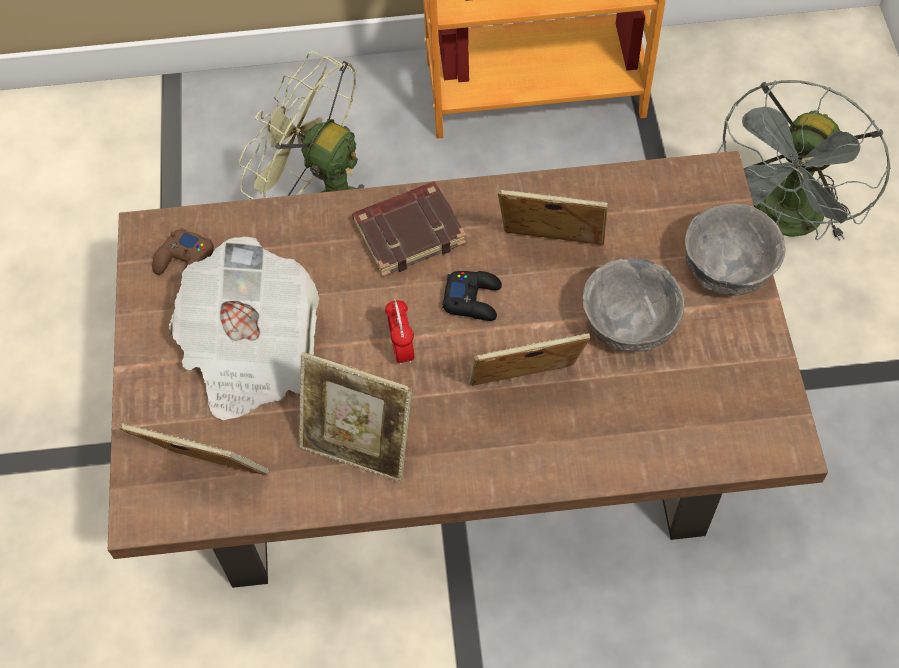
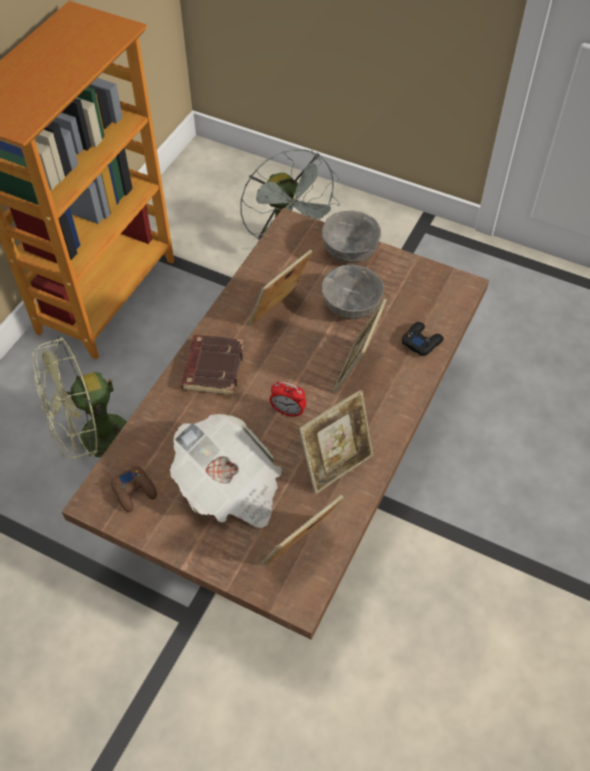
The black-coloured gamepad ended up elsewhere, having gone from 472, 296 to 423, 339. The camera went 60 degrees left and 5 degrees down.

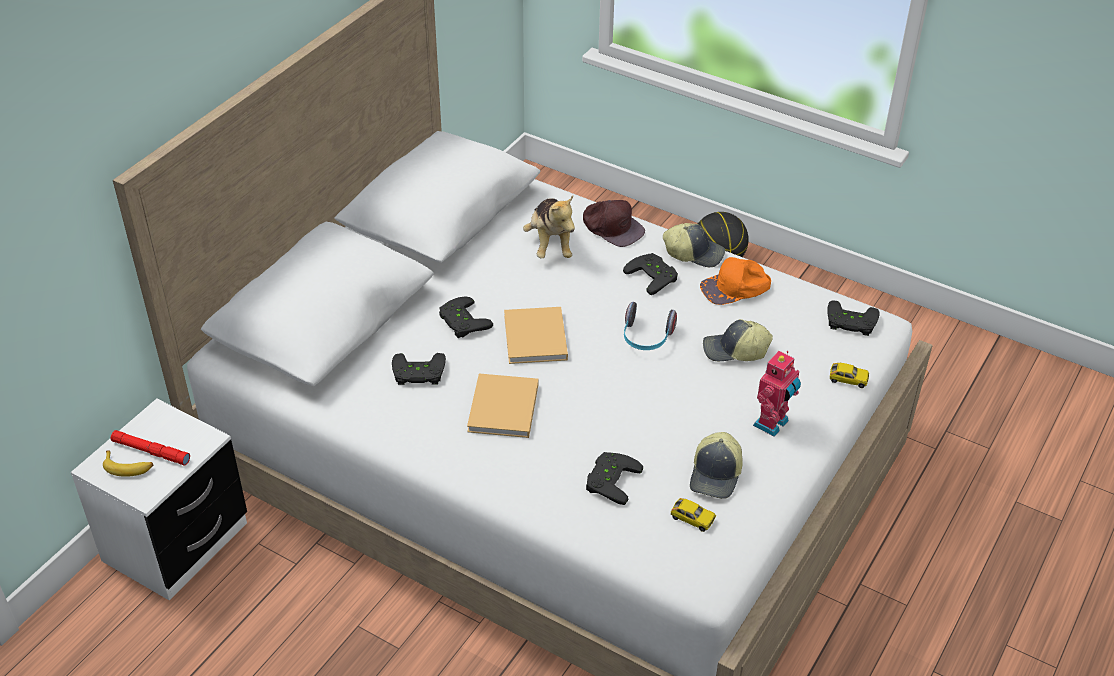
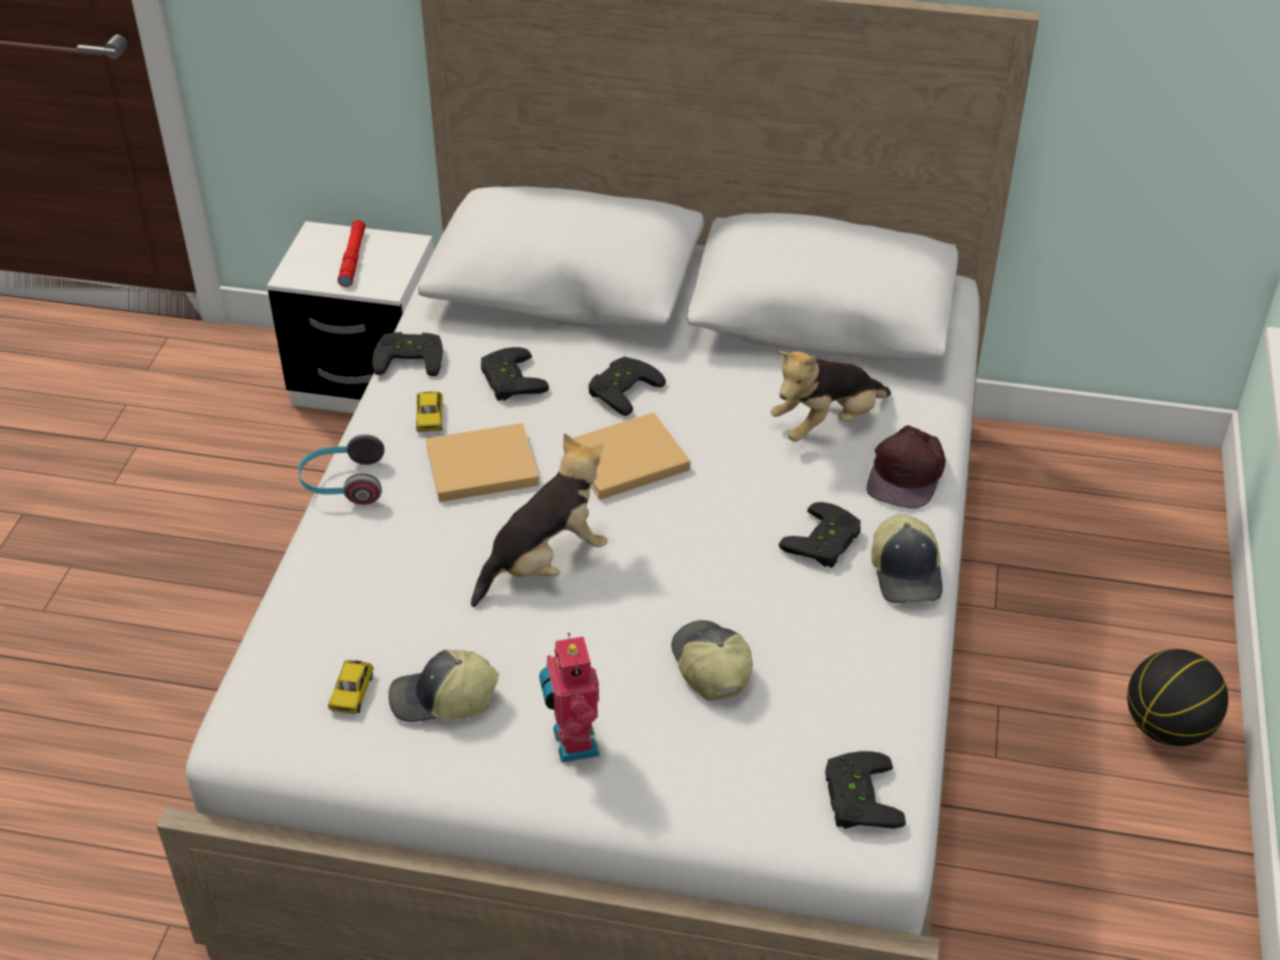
The second view lost the orangey cap at 735, 281. The headset ended up elsewhere, having gone from 650, 326 to 341, 469. The model robot at 777, 394 ended up facing another way, 60 degrees clockwise from before. The model car ended up elsewhere, having gone from 849, 375 to 429, 411. The second view lost the banana at 128, 463. The black-coloured gamepad ended up elsewhere, having gone from 614, 478 to 407, 354. The second view gained the plush toy at 539, 520. The camera went 70 degrees right and 0 degrees up.

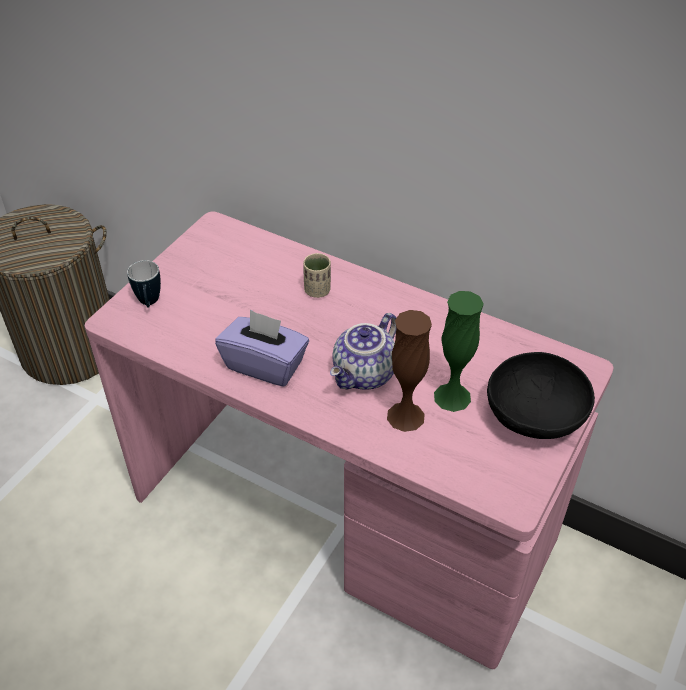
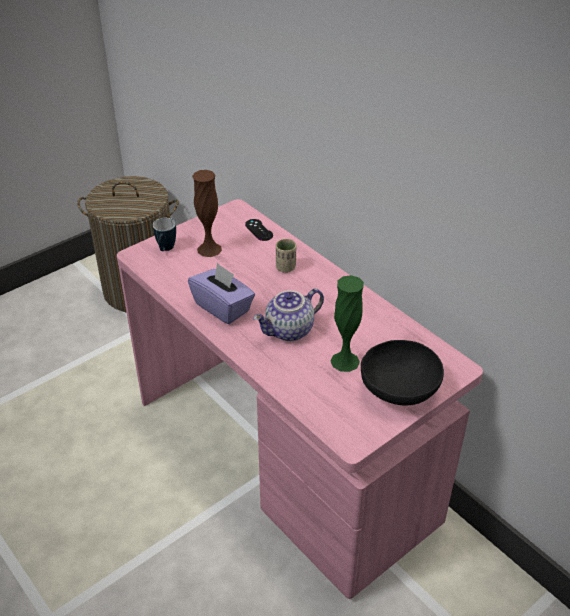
The brown-coloured vase ended up elsewhere, having gone from 409, 371 to 207, 213. The second view gained the black-coloured gamepad at 259, 230. The camera went 20 degrees right and 5 degrees down.

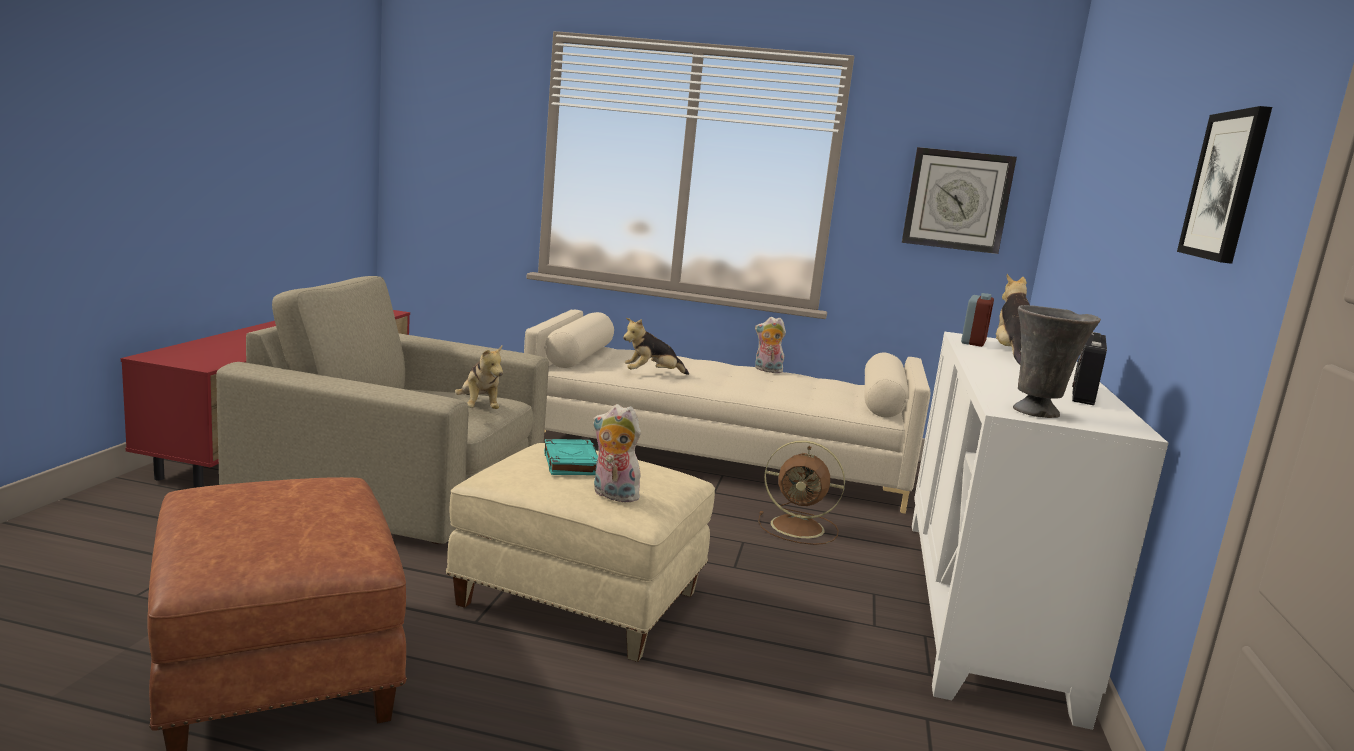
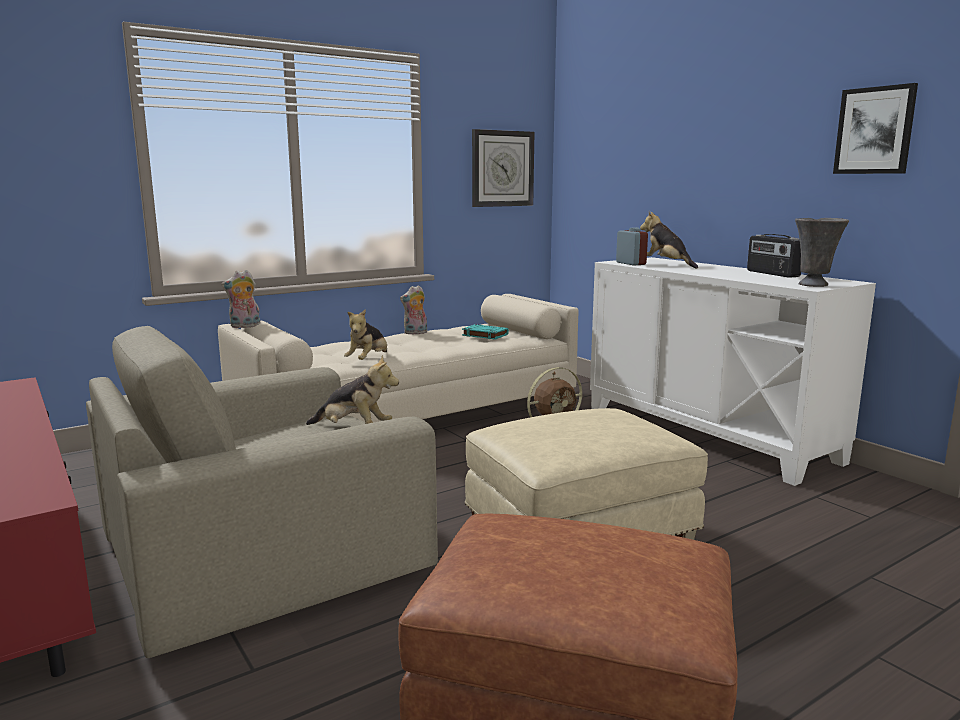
The plush toy ended up elsewhere, having gone from 617, 453 to 241, 299. The turquoise-coloured bound book ended up elsewhere, having gone from 571, 457 to 485, 332. The camera went 45 degrees left and 0 degrees up.

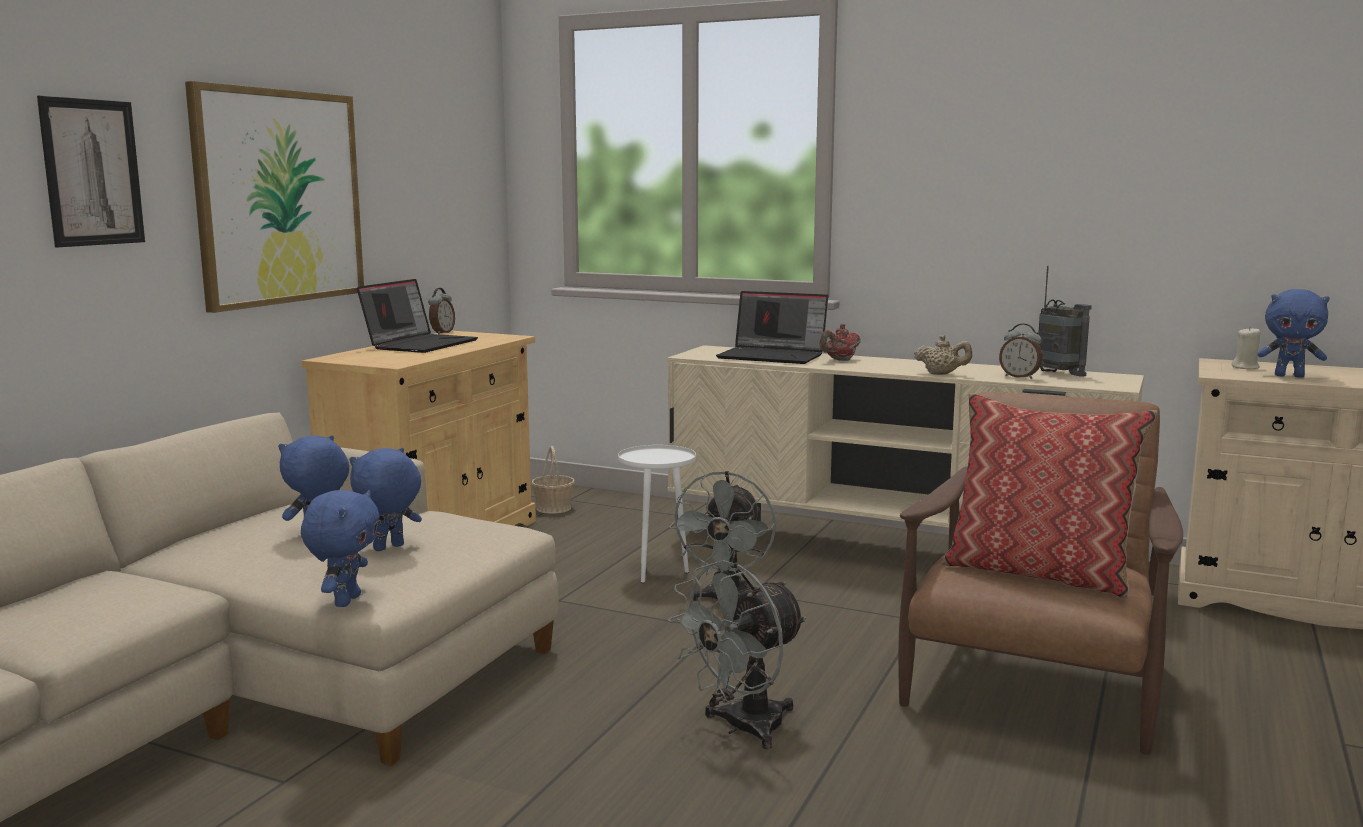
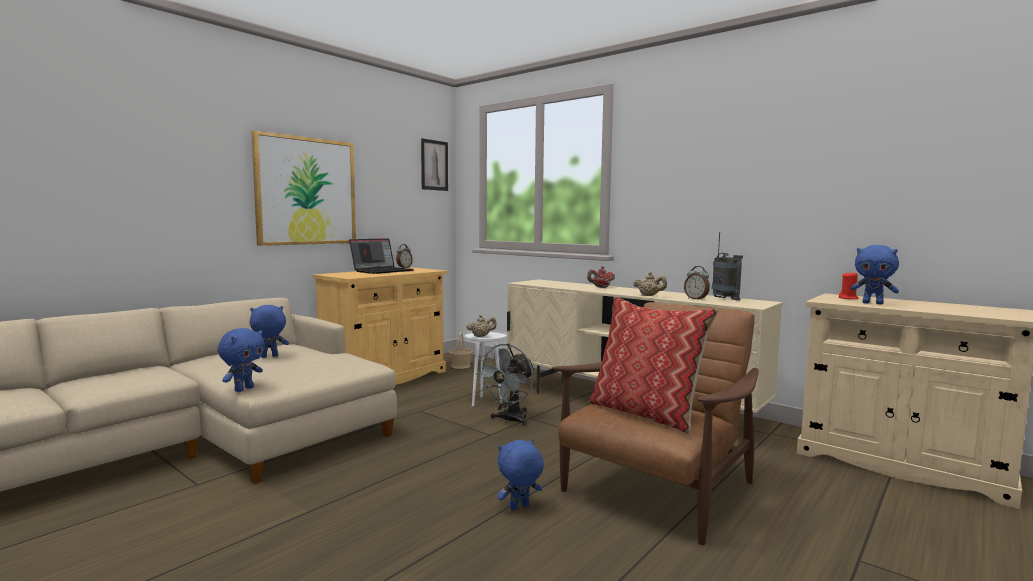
The picture ended up elsewhere, having gone from 91, 171 to 434, 164. The second view lost the portable computer at 772, 327. What was the beige-coloured wax candle at 1246, 348 turned into the red wax candle at 848, 285. The bluish plush toy ended up elsewhere, having gone from 386, 499 to 520, 474. The second view lost the grey cooling fan at 737, 654. The second view gained the beige-coloured teapot at 481, 326. The camera went 15 degrees right and 5 degrees down.

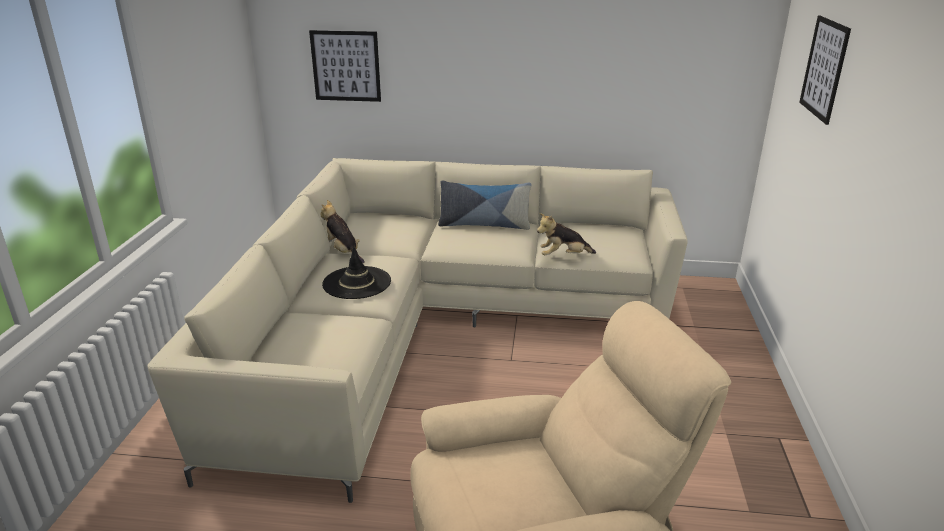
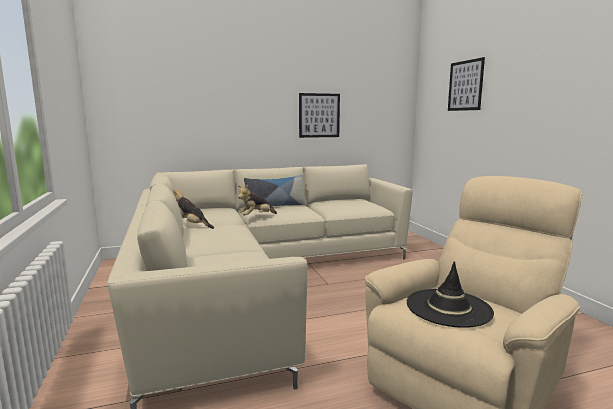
The picture ended up elsewhere, having gone from 345, 66 to 319, 115. The plush toy ended up elsewhere, having gone from 566, 234 to 257, 200. The black-coloured hat ended up elsewhere, having gone from 356, 273 to 450, 294. The camera went 25 degrees left and 15 degrees down.

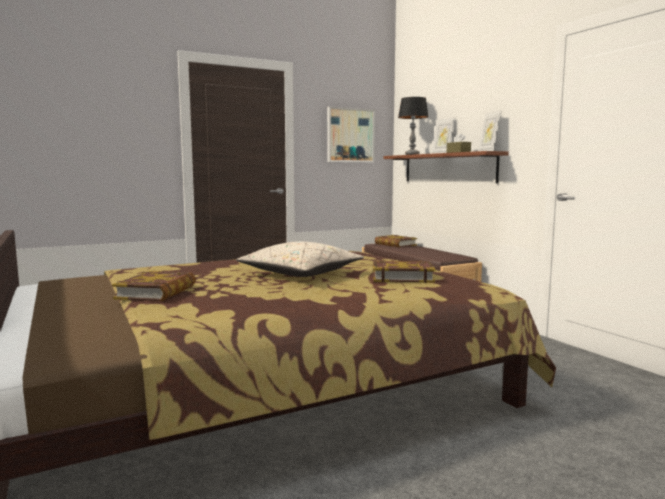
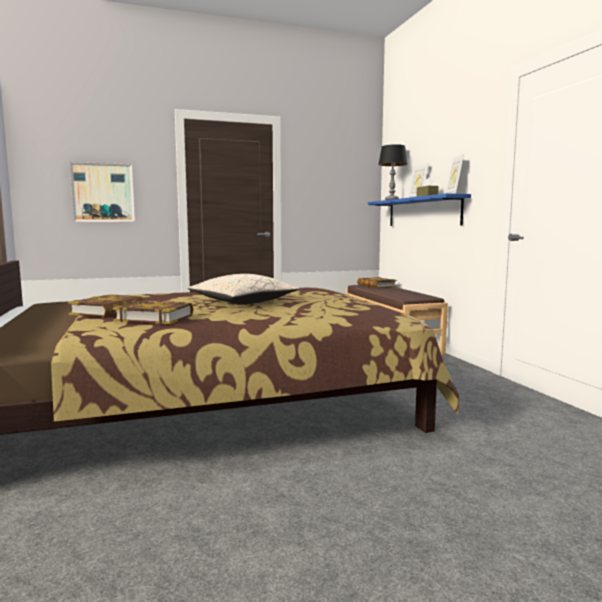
The picture ended up elsewhere, having gone from 351, 134 to 102, 192. What was the brown-coloured bracket shelf at 446, 167 turned into the bluish bracket shelf at 419, 209. The bound book ended up elsewhere, having gone from 404, 271 to 152, 312. The camera went 10 degrees right and 0 degrees up.

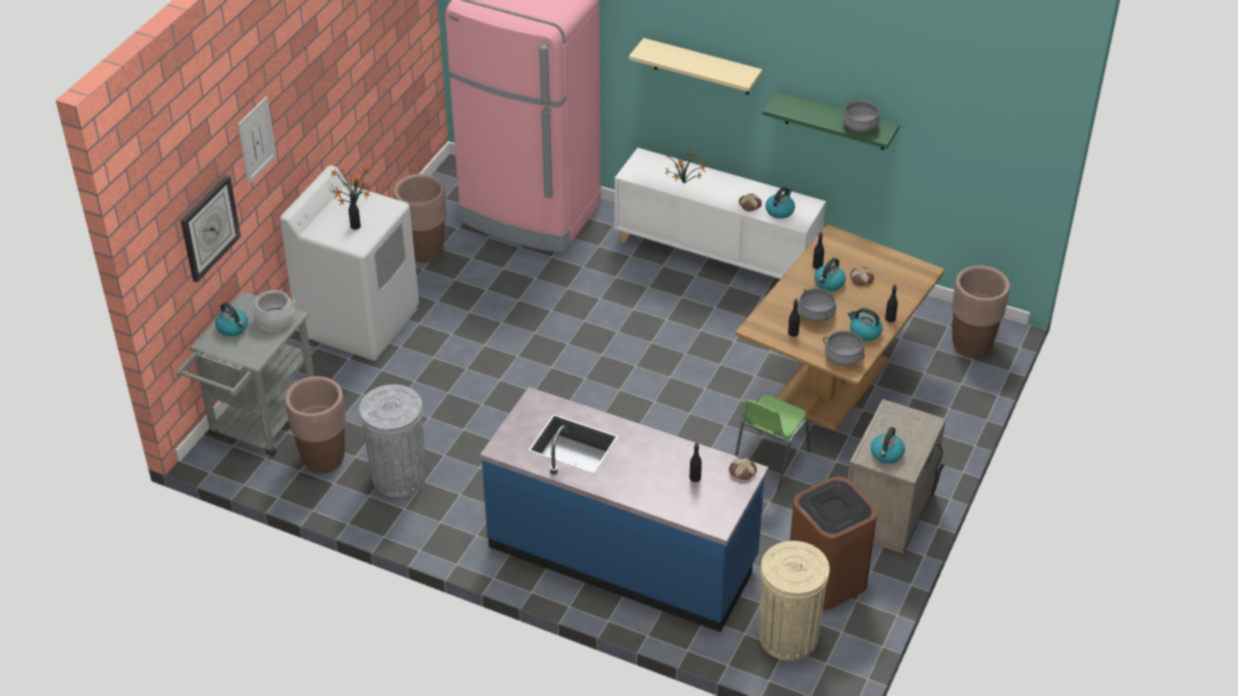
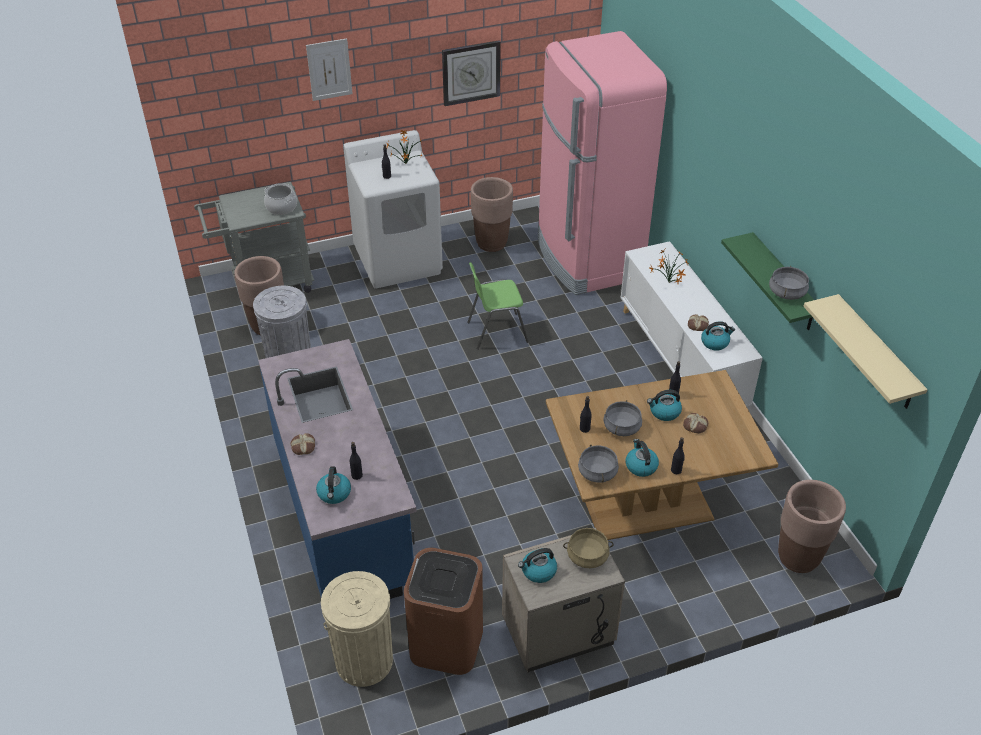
The beige-coloured bracket shelf ended up elsewhere, having gone from 695, 66 to 865, 351. The wall clock ended up elsewhere, having gone from 211, 228 to 471, 73. The kettle ended up elsewhere, having gone from 231, 319 to 333, 485. The green-coloured plain chair ended up elsewhere, having gone from 773, 443 to 498, 306. The bread ended up elsewhere, having gone from 743, 468 to 302, 444. The second view gained the beige-coloured cooking pot at 588, 548. The camera went 45 degrees right and 0 degrees up.

